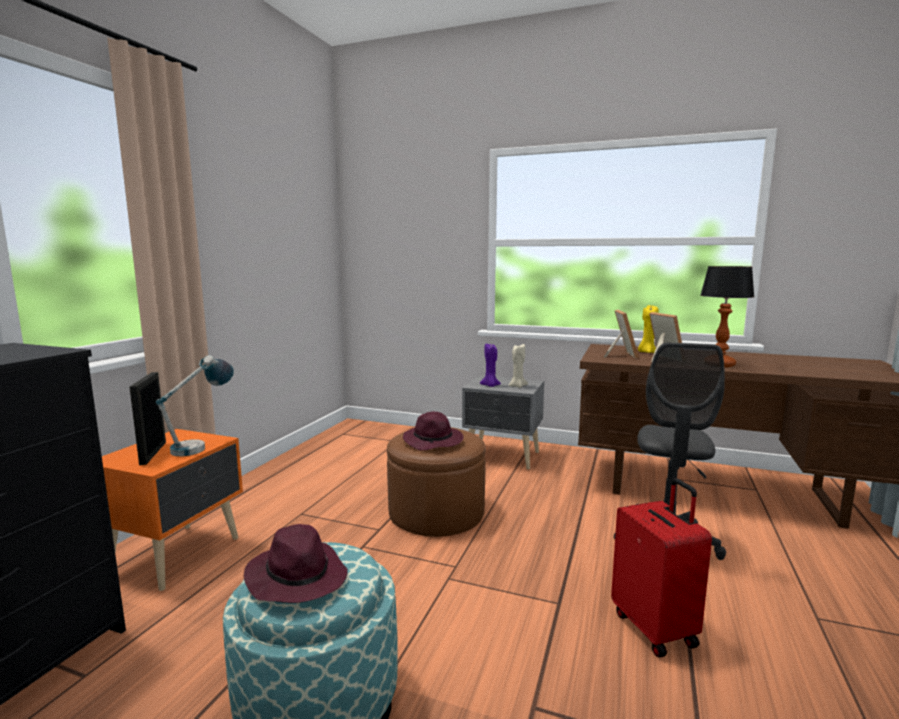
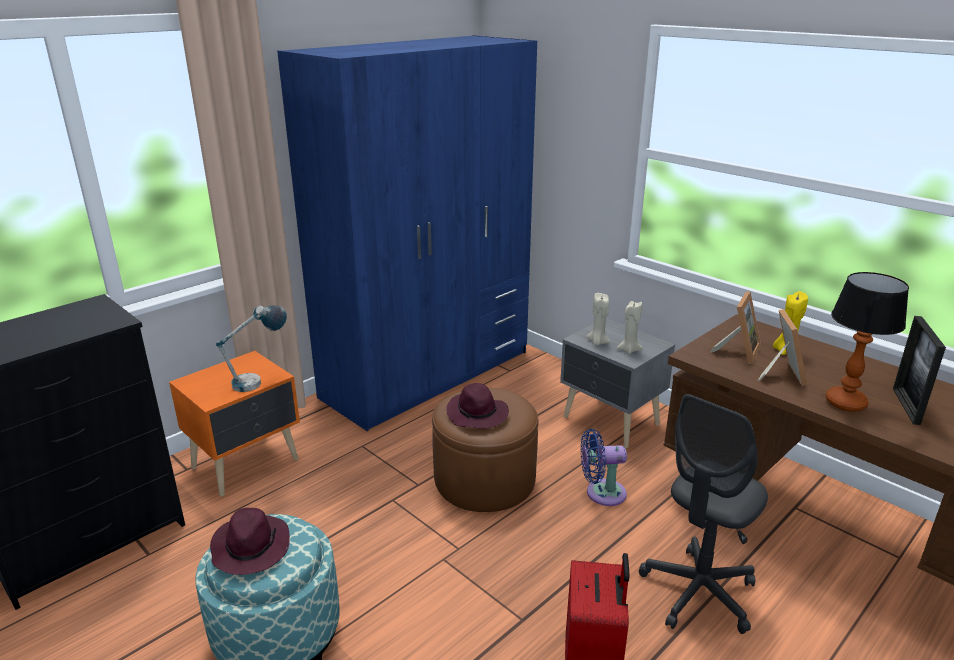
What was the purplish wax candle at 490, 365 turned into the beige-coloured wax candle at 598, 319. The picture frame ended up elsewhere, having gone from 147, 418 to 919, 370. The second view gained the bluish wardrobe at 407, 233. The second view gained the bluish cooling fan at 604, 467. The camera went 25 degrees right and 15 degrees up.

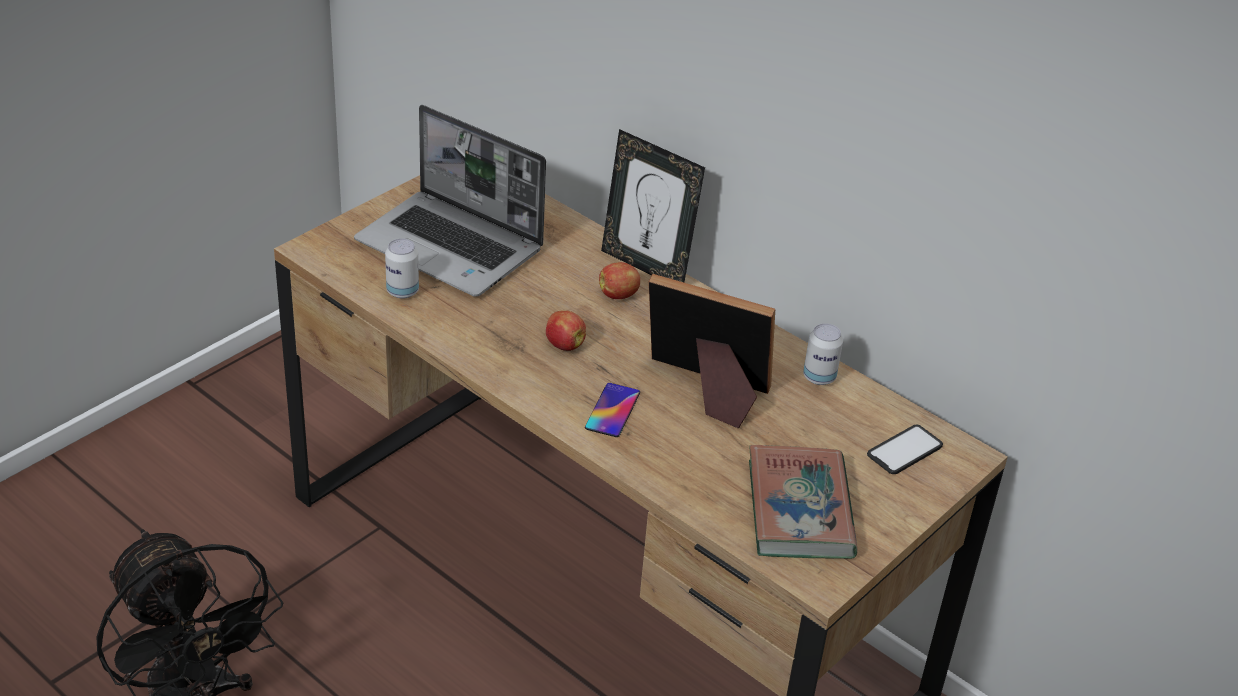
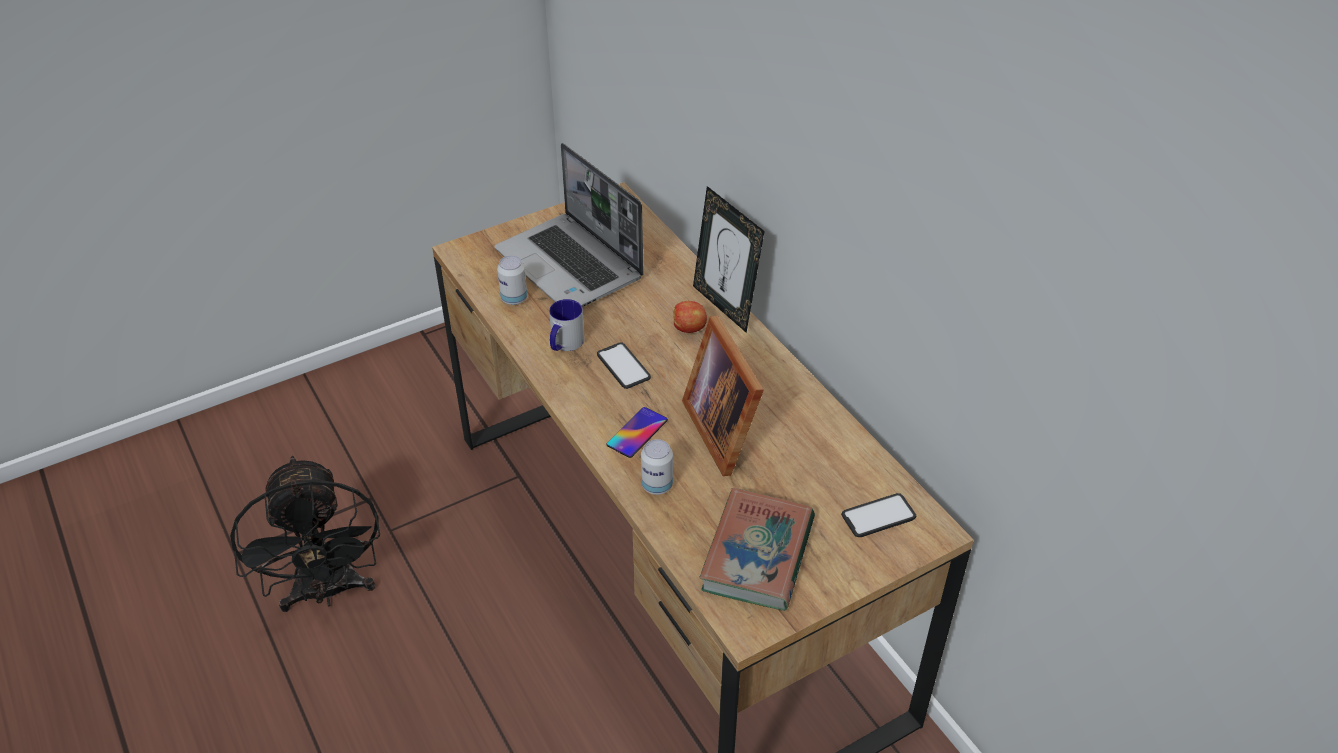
The picture frame at 712, 351 ended up facing another way, 150 degrees counterclockwise from before. Where the apple fruit stood at 566, 330, the telephone came to stand at 624, 365. The sealed can ended up elsewhere, having gone from 823, 354 to 657, 467. The second view gained the coffee mug at 567, 325. The camera went 20 degrees right and 5 degrees up.

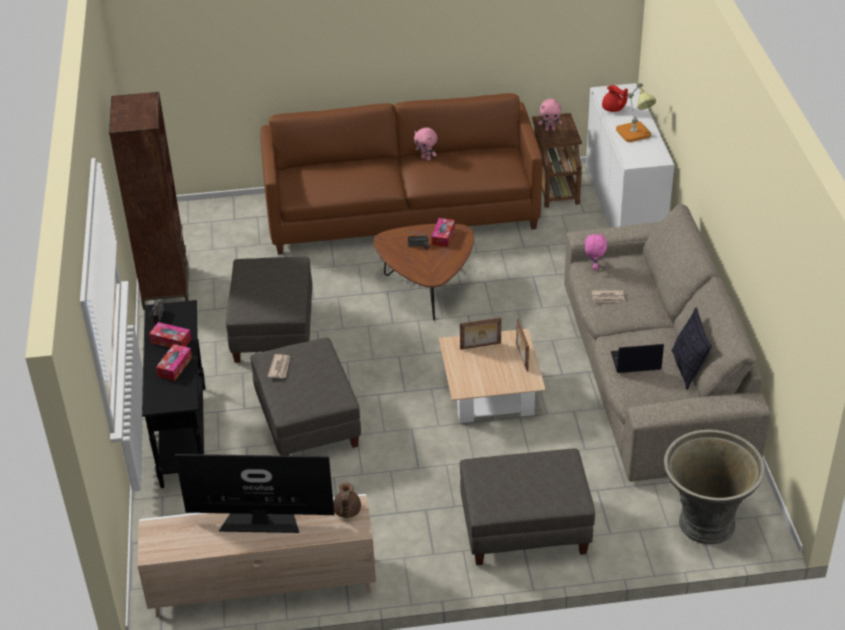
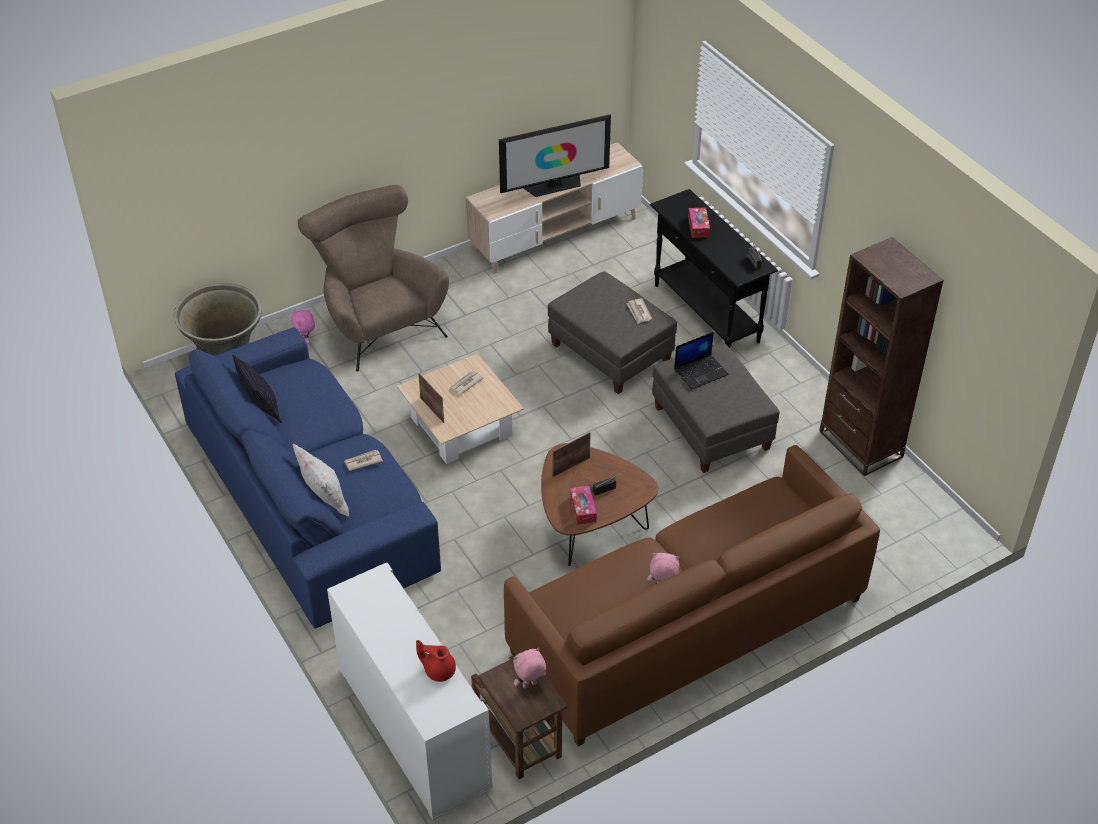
The second view lost the tabletop lamp at 636, 112. What was the beige-coloured couch at 667, 342 turned into the bluish couch at 308, 478. The pinkish plush toy ended up elsewhere, having gone from 596, 251 to 303, 327. The picture frame ended up elsewhere, having gone from 480, 333 to 572, 454. The second view lost the tissue holder at 170, 335. The portable computer ended up elsewhere, having gone from 637, 358 to 701, 360. Where the grey pouffe stood at 527, 507, the brown-coloured armchair came to stand at 373, 278. The second view lost the brown-coloured teapot at 347, 500. The second view gained the printed paper at 467, 383. The second view gained the whitish cushion at 321, 480. The camera went 155 degrees right and 5 degrees up.

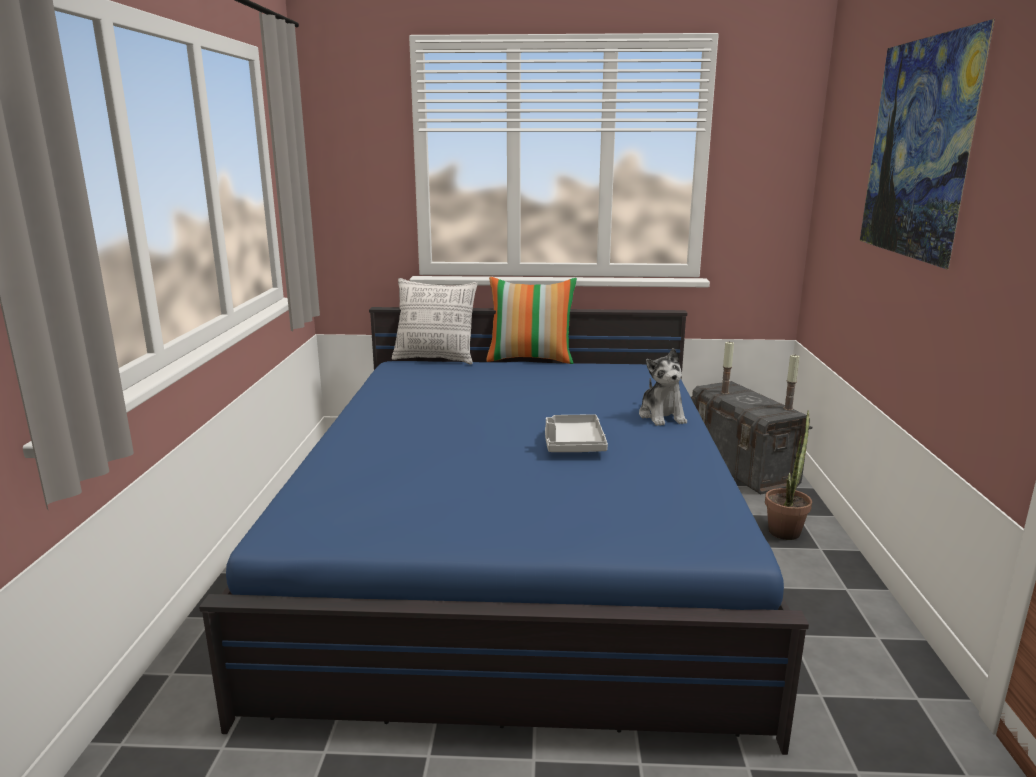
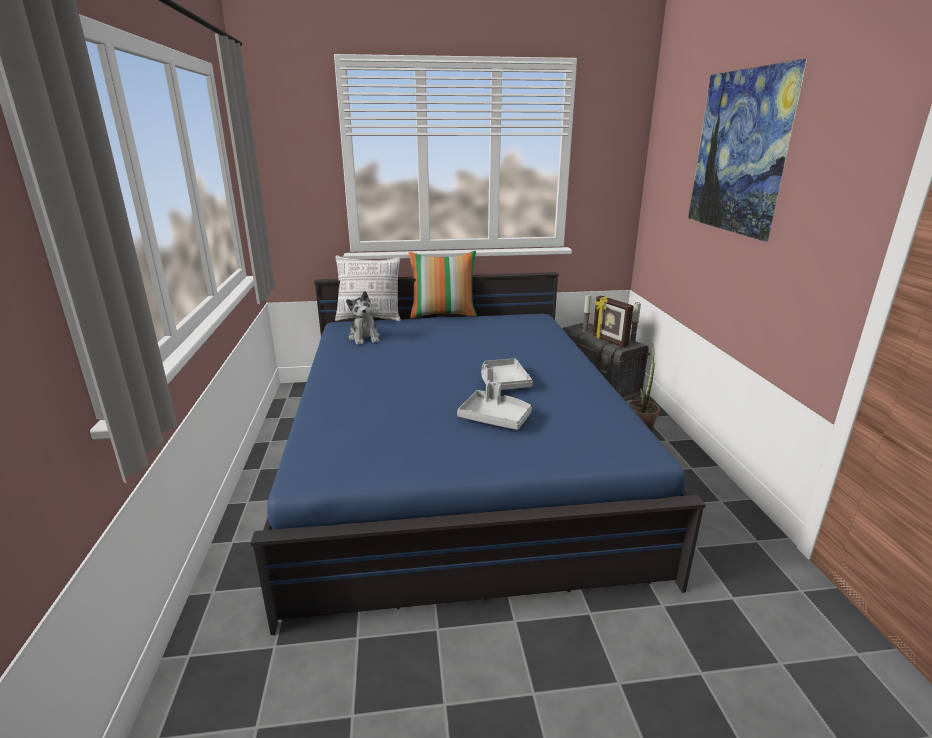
The plush toy ended up elsewhere, having gone from 663, 387 to 363, 318. The second view gained the picture frame at 613, 321. The second view gained the grey carrying tray at 494, 406. The camera went 10 degrees left and 5 degrees up.

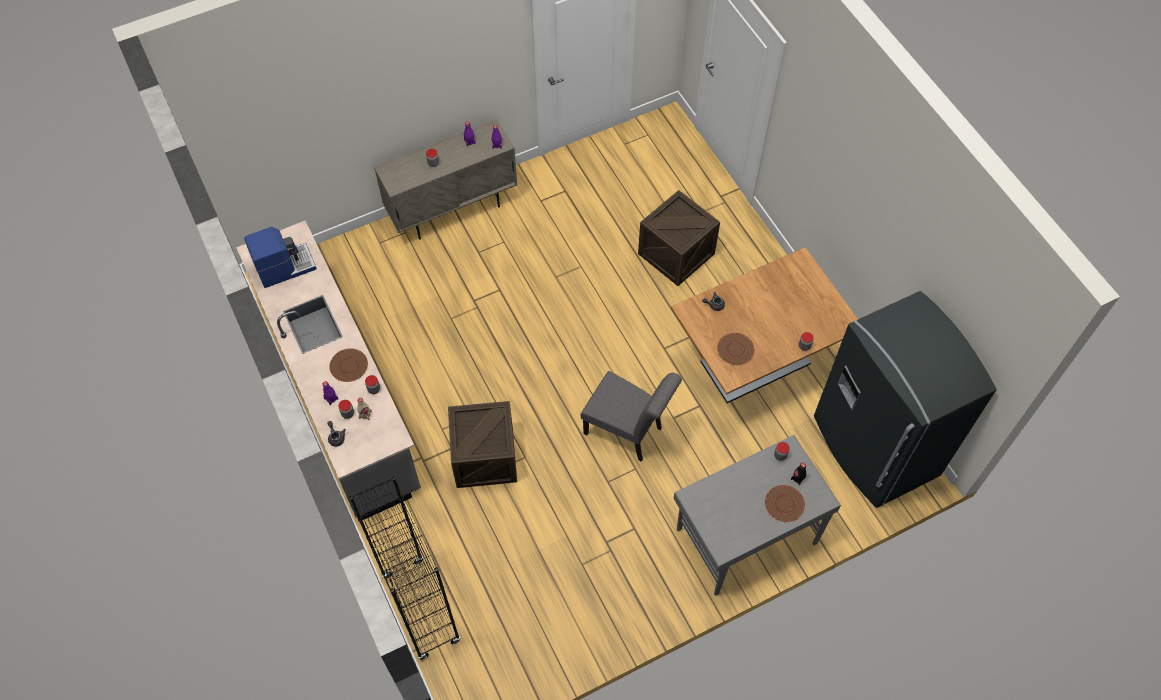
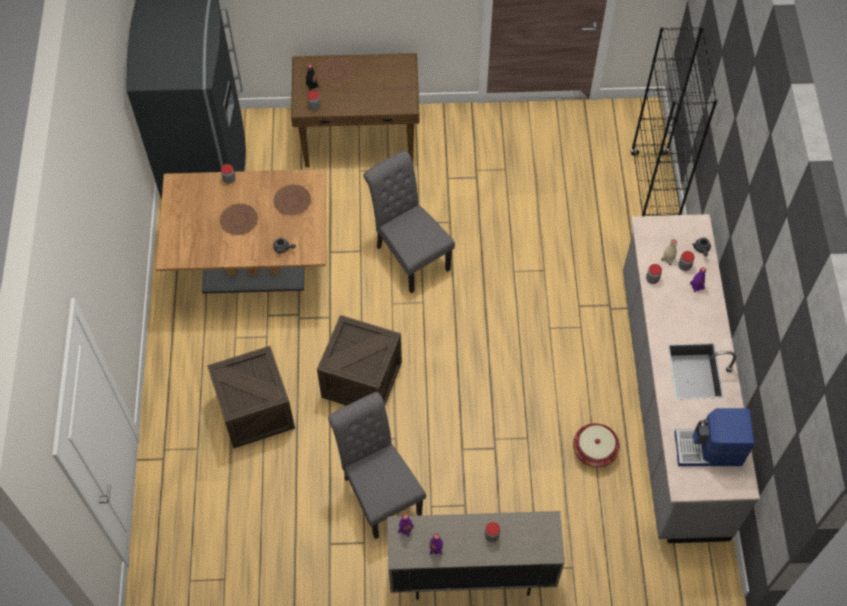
The brown-coloured dinner plate ended up elsewhere, having gone from 348, 365 to 239, 219. The shipping crate ended up elsewhere, having gone from 482, 444 to 359, 360. What was the grey desk at 757, 515 turned into the brown-coloured desk at 355, 110. The second view gained the grey plain chair at 377, 465. The second view gained the storage basket at 596, 445. The camera went 155 degrees left and 0 degrees up.

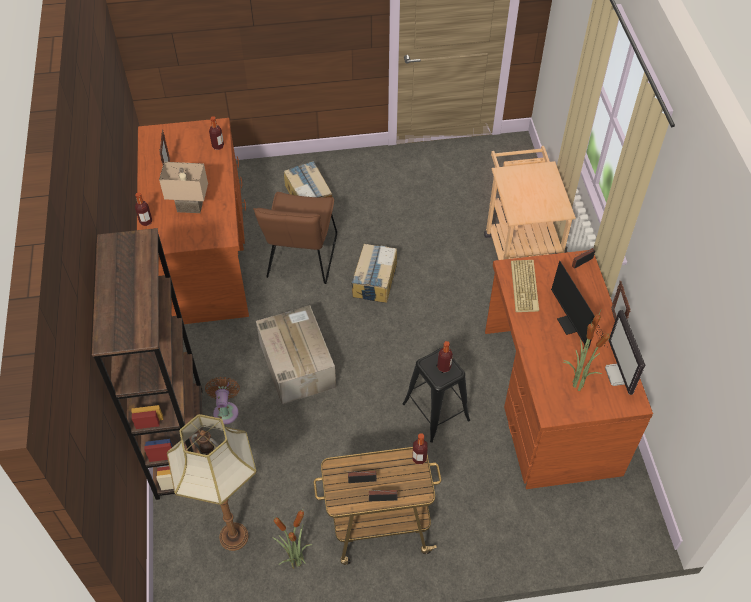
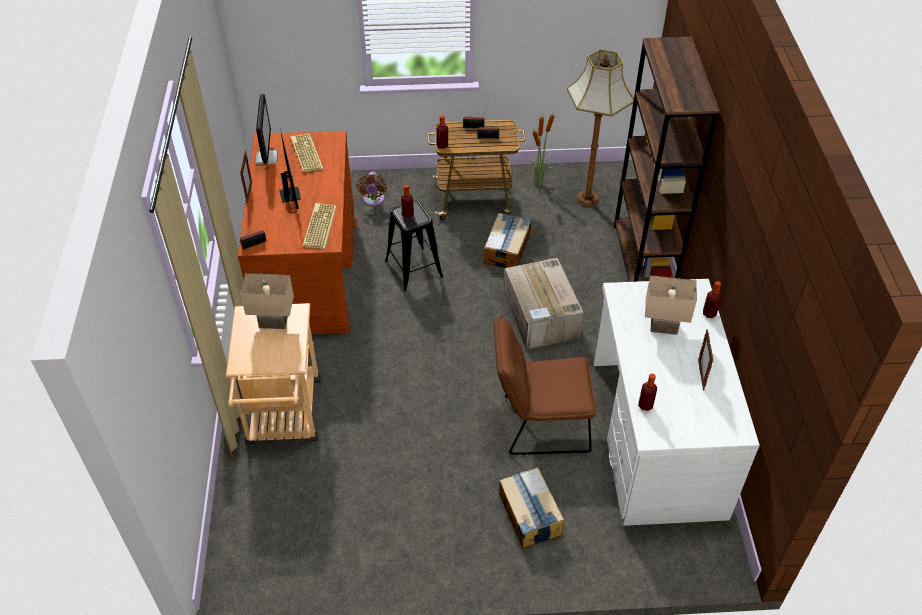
What was the brown-coloured desk at 193, 221 turned into the whitish desk at 677, 402. The brown-coloured plain chair at 295, 238 ended up facing another way, 105 degrees counterclockwise from before. The cardboard box ended up elsewhere, having gone from 374, 273 to 507, 240. Where the potted plant stood at 586, 351, the PC keyboard came to stand at 307, 153. The brown-coloured cooling fan ended up elsewhere, having gone from 222, 400 to 372, 189. The second view gained the beige-coloured tabletop lamp at 267, 301. The camera went 175 degrees left and 5 degrees down.

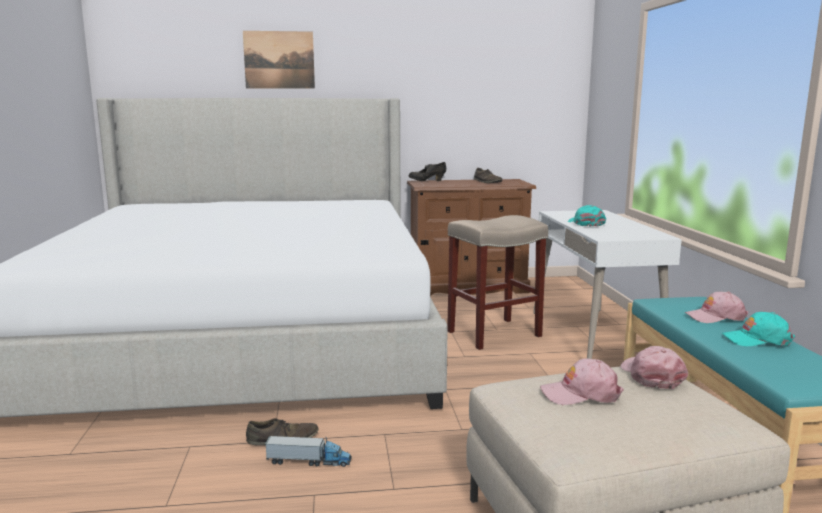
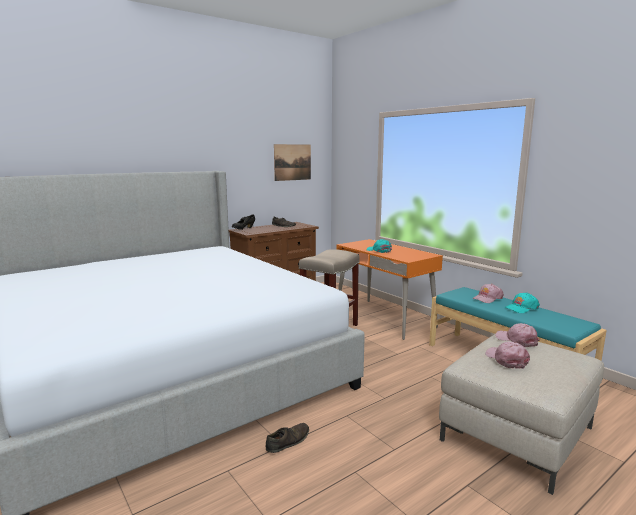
The picture ended up elsewhere, having gone from 279, 60 to 292, 162. What was the whitish desk at 607, 284 turned into the orangey desk at 390, 289. The pinkish cap at 582, 381 ended up facing another way, 105 degrees clockwise from before. The second view lost the toy truck at 308, 451. The camera went 30 degrees left and 0 degrees up.

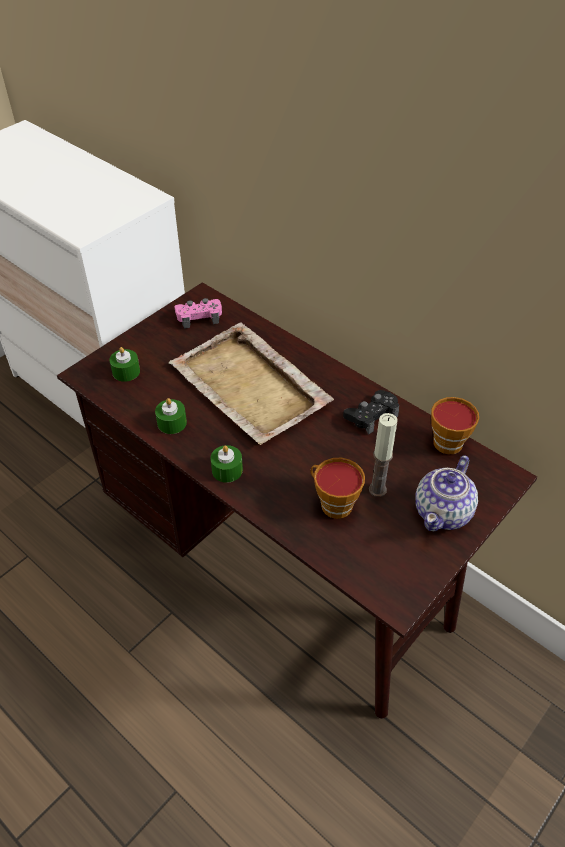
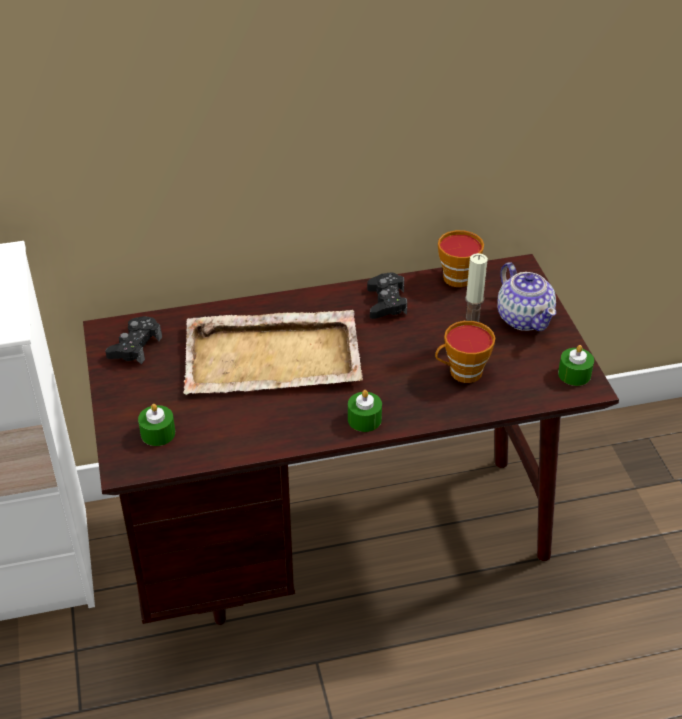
What was the pinkish gamepad at 198, 313 turned into the black-coloured gamepad at 133, 340. The green-coloured wax candle ended up elsewhere, having gone from 171, 416 to 576, 365. The camera went 55 degrees left and 5 degrees down.

